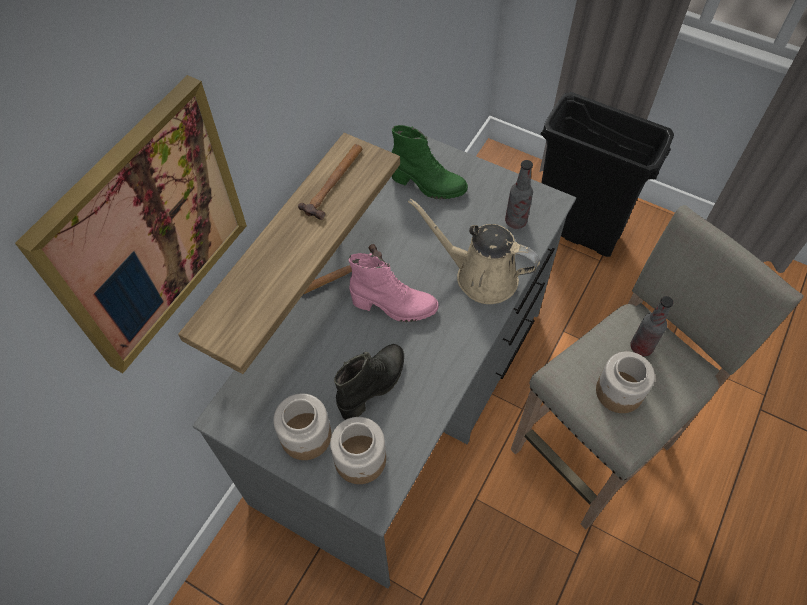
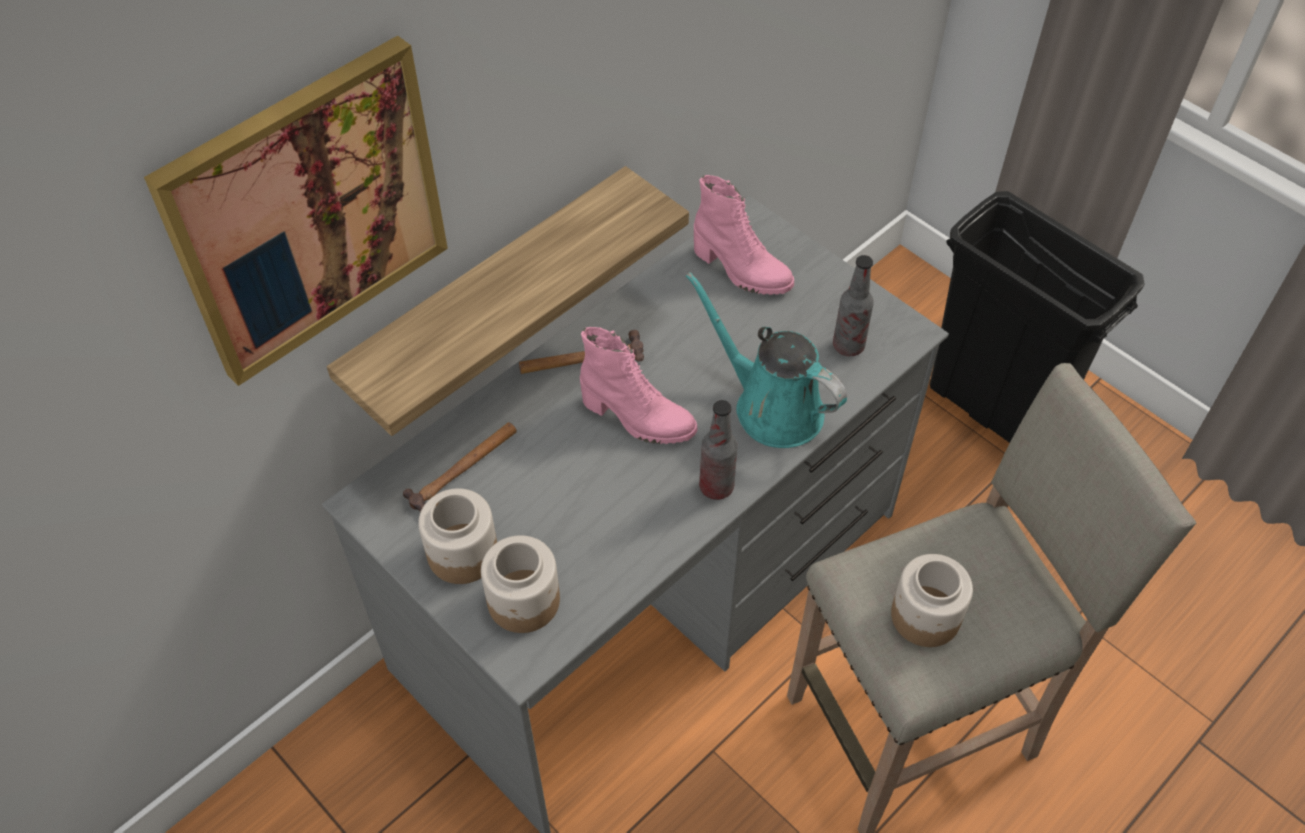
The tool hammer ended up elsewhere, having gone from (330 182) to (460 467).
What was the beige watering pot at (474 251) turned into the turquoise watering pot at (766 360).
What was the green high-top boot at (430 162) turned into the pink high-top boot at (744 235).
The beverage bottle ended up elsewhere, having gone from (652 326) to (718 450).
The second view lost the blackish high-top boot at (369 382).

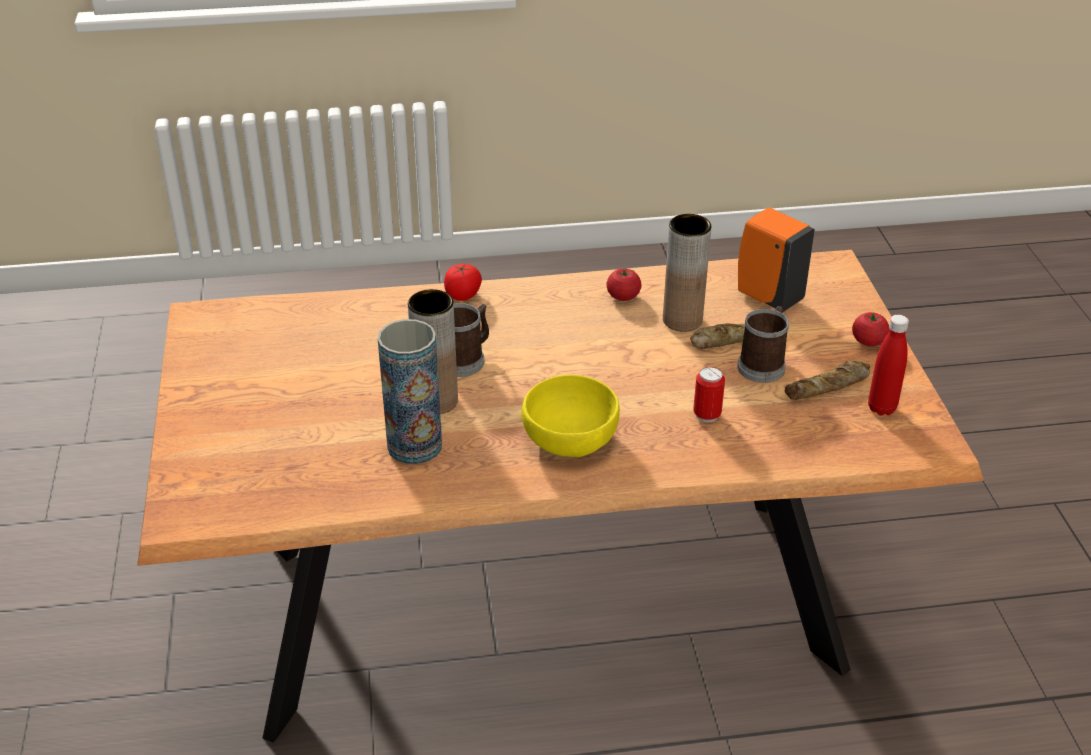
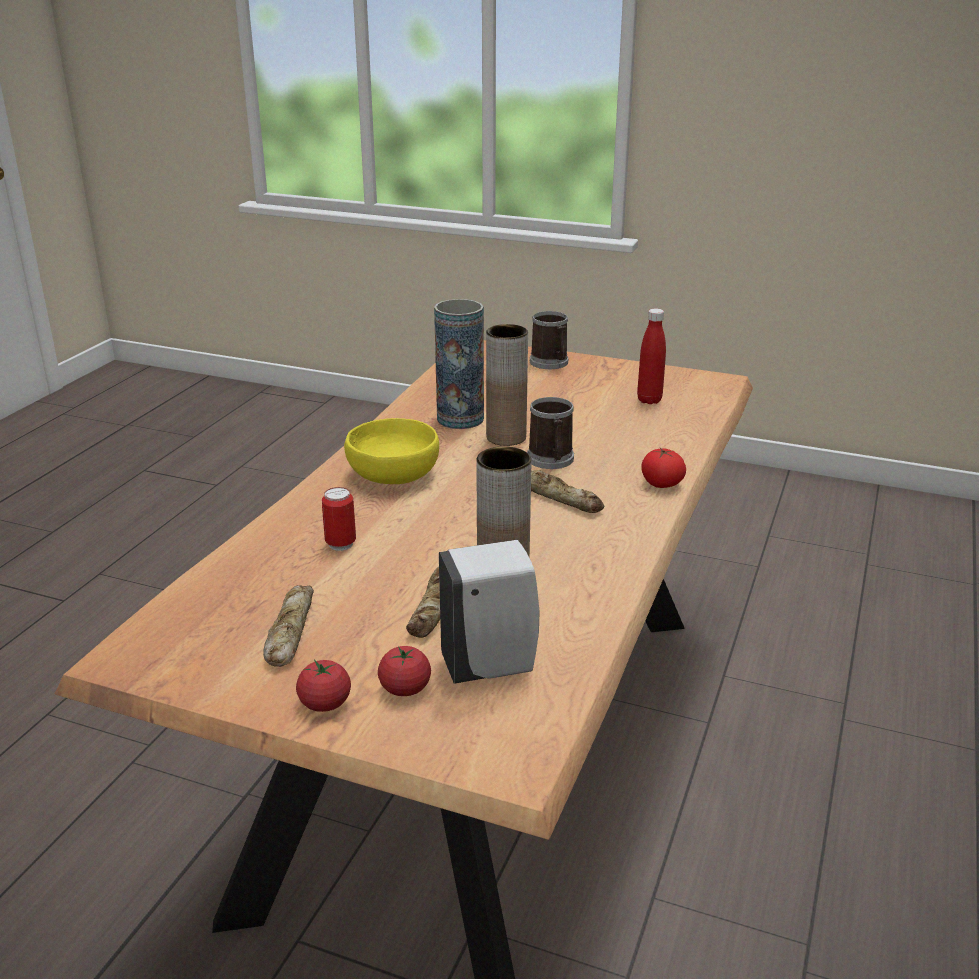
The tomato ended up elsewhere, having gone from (623 284) to (404 671).
What was the orange soap bottle at (776 260) turned into the whitish soap bottle at (489 612).
The mug ended up elsewhere, having gone from (763 344) to (549 340).
The second view gained the bread at (567 491).
The reddish beverage bottle ended up elsewhere, having gone from (888 365) to (651 356).

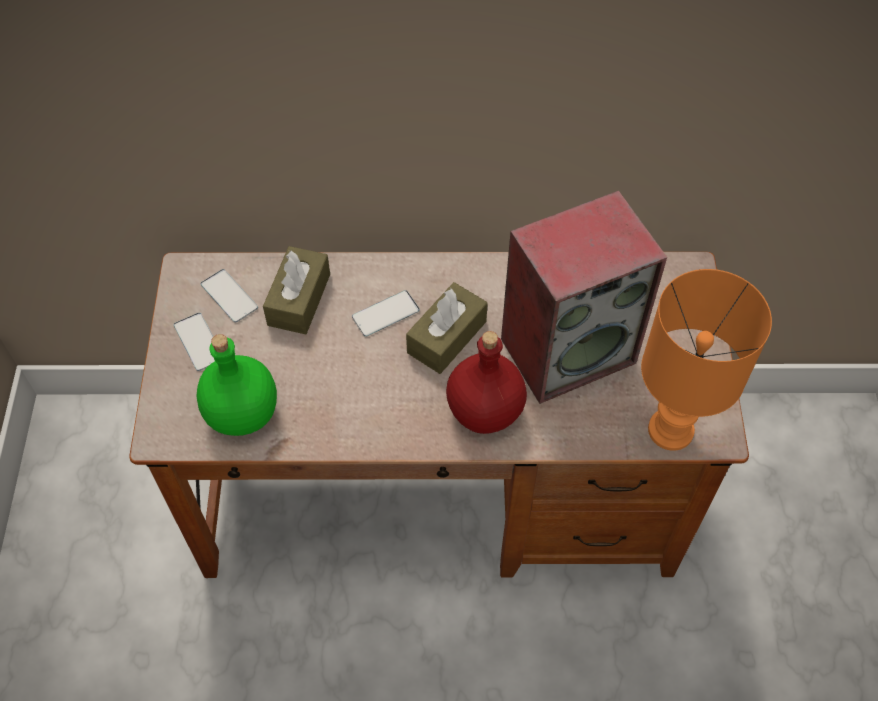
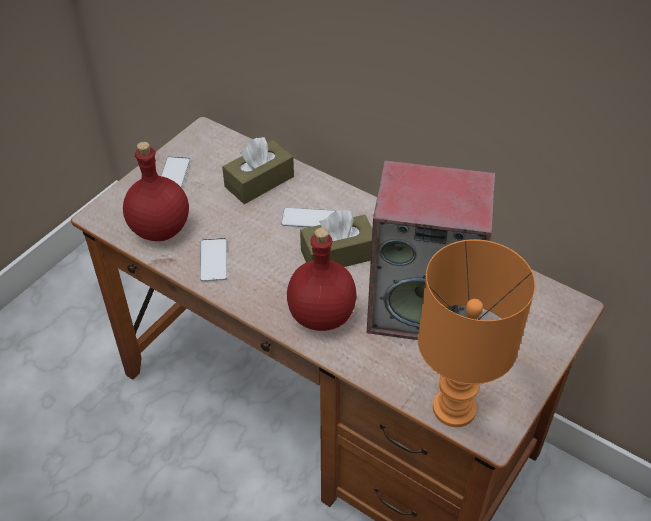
What was the green beverage bottle at (237 385) turned into the reddish beverage bottle at (156 191).
The handset ended up elsewhere, having gone from (229 296) to (213 259).

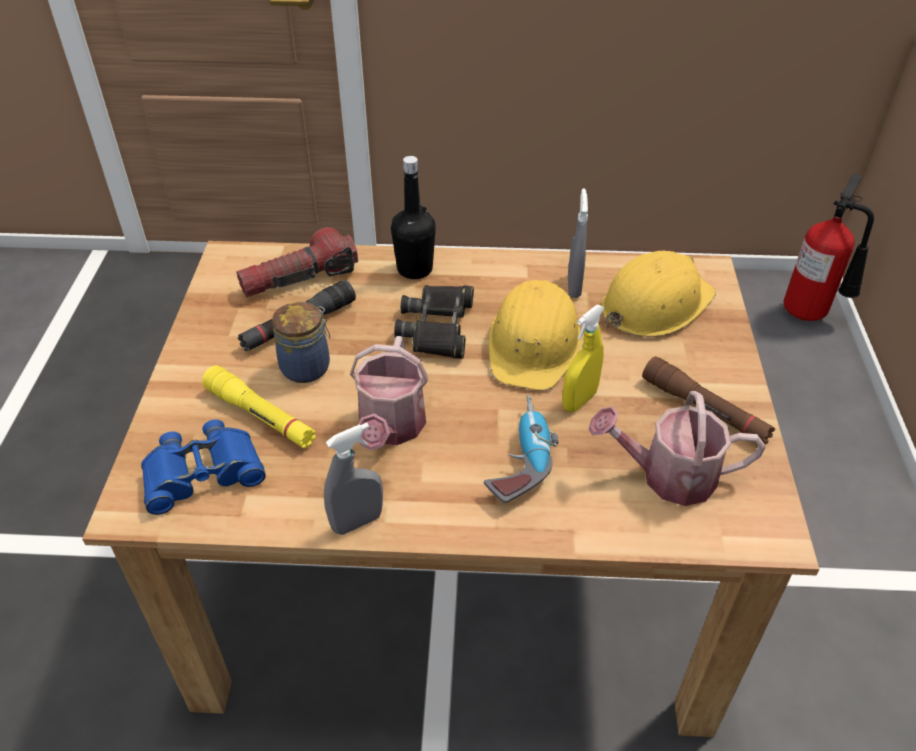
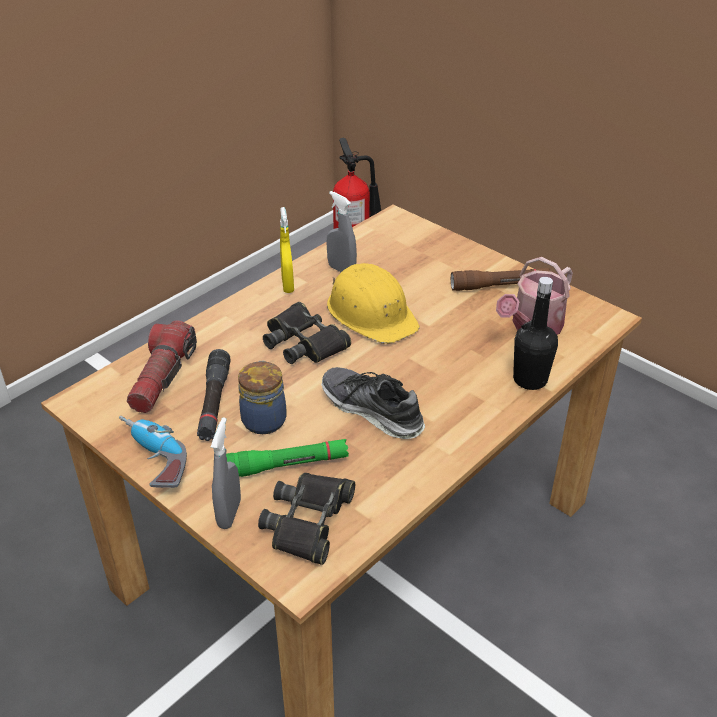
The power drill ended up elsewhere, having gone from (521 449) to (153 452).
The grey spray bottle ended up elsewhere, having gone from (353 479) to (226 473).
What was the yellow torch at (259 406) turned into the green torch at (287 458).
What was the bluish field glasses at (203 467) turned into the blackish field glasses at (306 519).
The yellow spray bottle ended up elsewhere, having gone from (583 358) to (287 250).
Where the watering pot stood at (389 393), the shoe came to stand at (373 403).
The blackish beverage bottle ended up elsewhere, having gone from (413 217) to (535 333).
The second view lost the yellow safety helmet at (658 294).

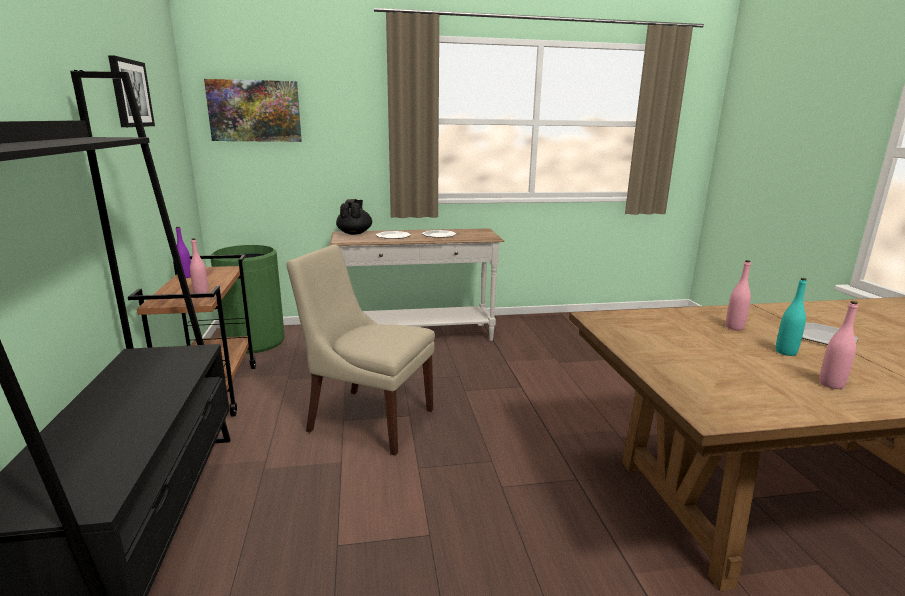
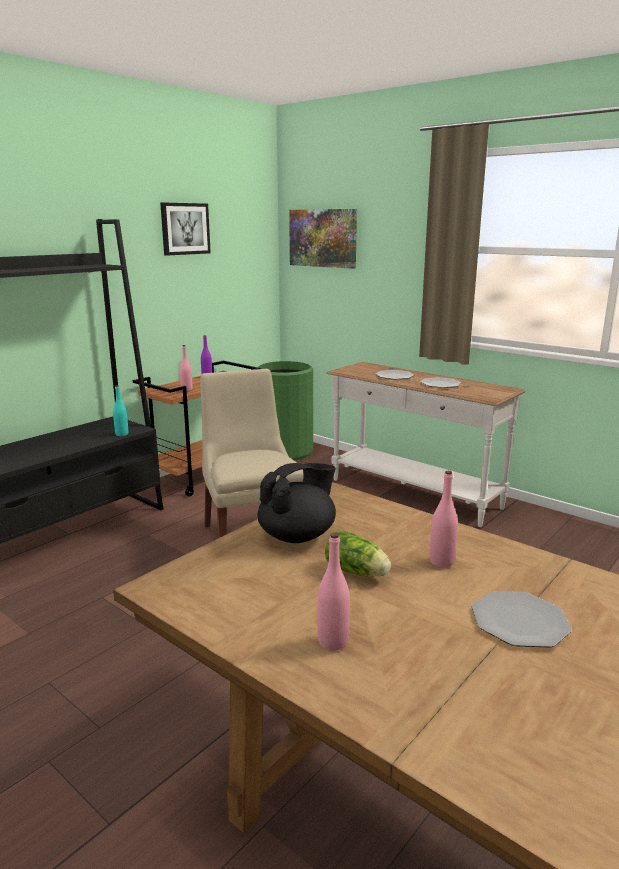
The turquoise beverage bottle ended up elsewhere, having gone from (791 317) to (120 410).
The blackish pot for tea ended up elsewhere, having gone from (354 217) to (297 503).
The second view gained the head of lettuce at (358 553).

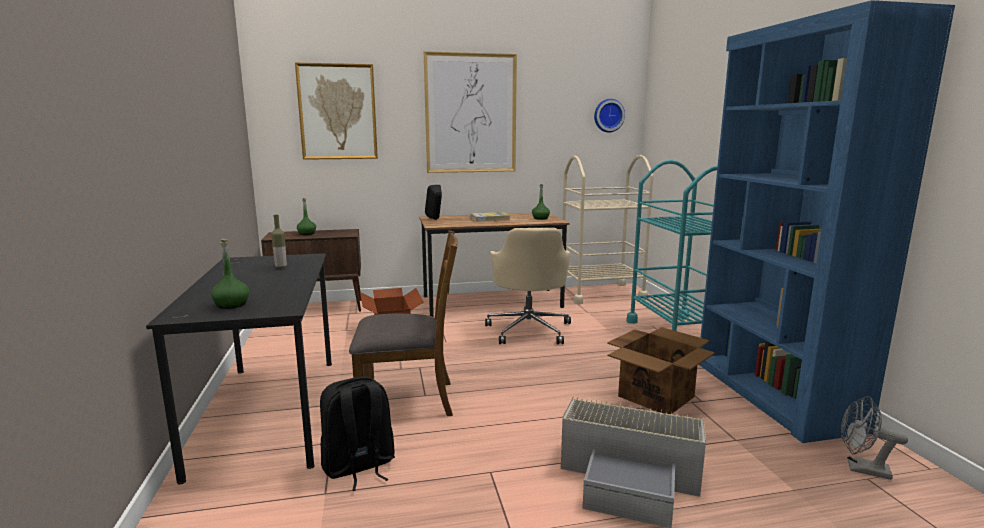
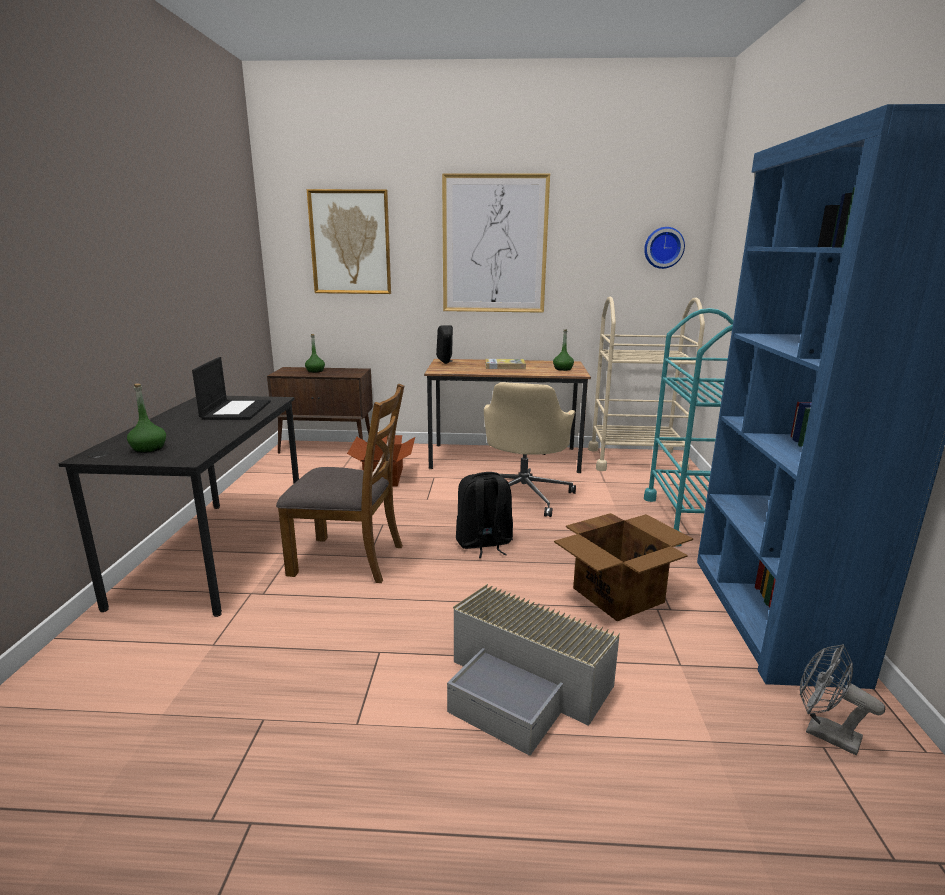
Where the beverage bottle stood at (279 241), the laptop came to stand at (231 388).
The blackish knapsack ended up elsewhere, having gone from (357 433) to (484 515).

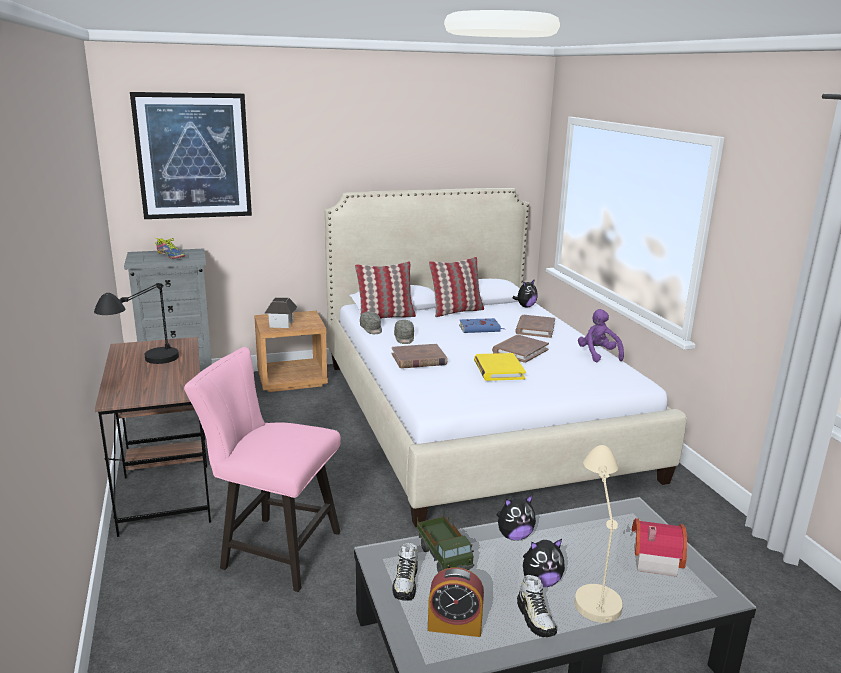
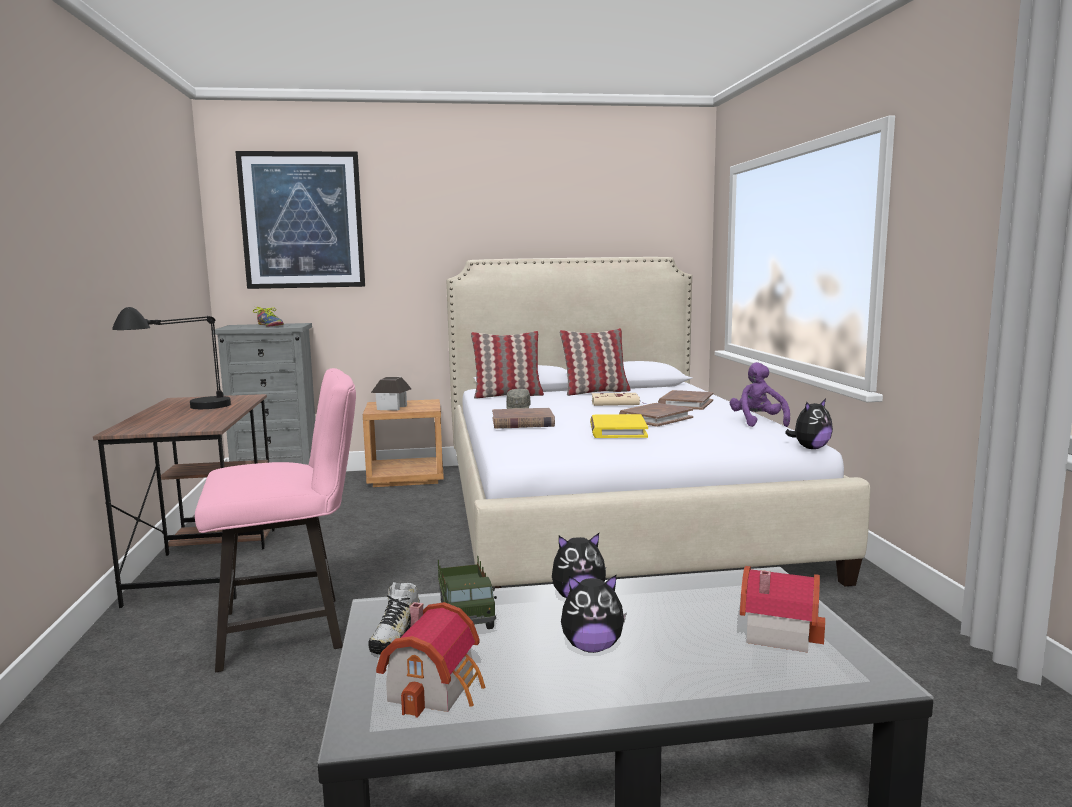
The pink plain chair at (262 469) ended up facing another way, 135 degrees clockwise from before.
Where the alarm clock stood at (456 602), the toy house came to stand at (430 660).
What was the bluish volume at (481 325) turned into the beige volume at (619 399).
The plush toy ended up elsewhere, having gone from (525 293) to (809 424).
The second view lost the grey cap at (371 323).
The second view lost the shoe at (537 606).
The second view lost the beige table lamp at (599 534).

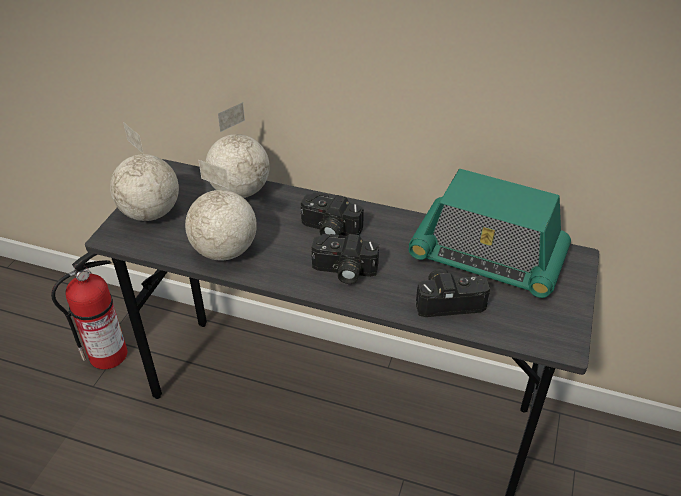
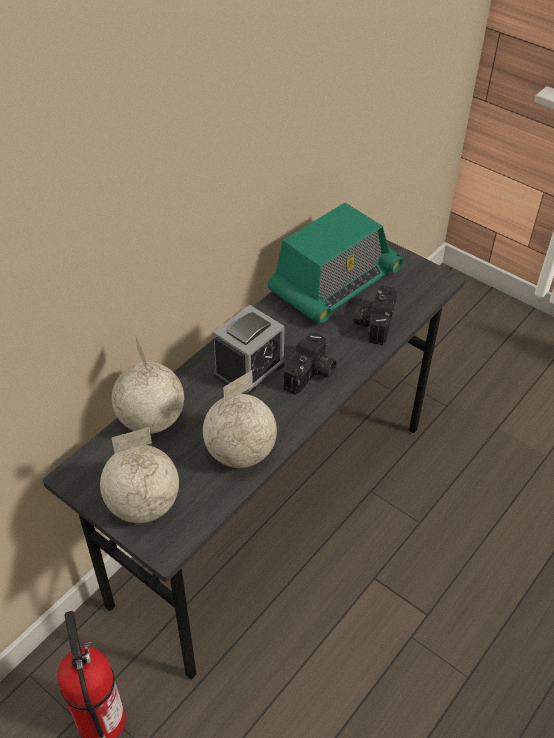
Where the photo camera stood at (332 215), the alarm clock came to stand at (249 350).

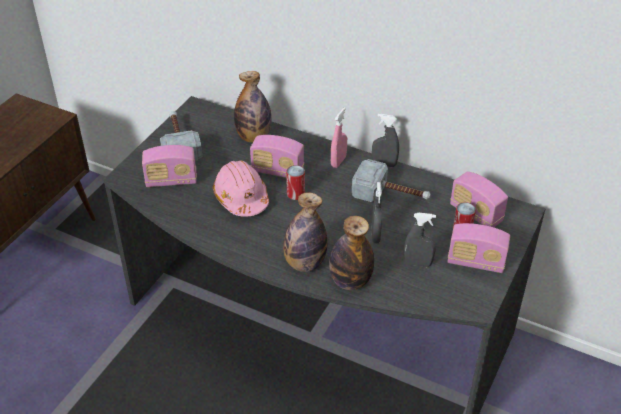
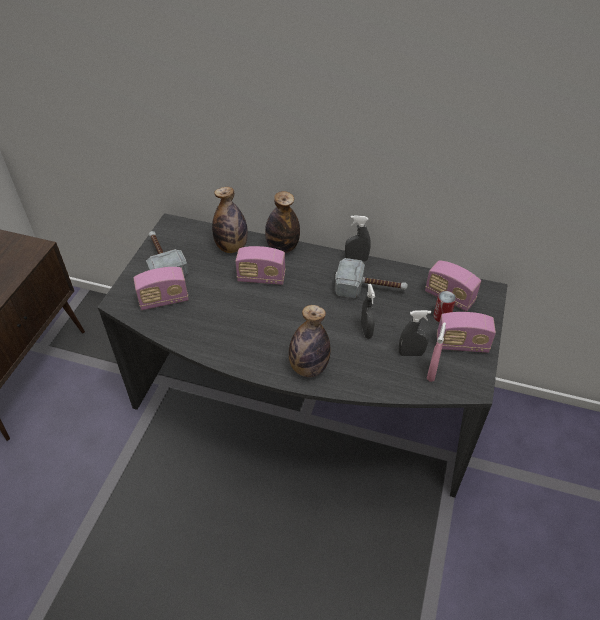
The beverage bottle ended up elsewhere, having gone from (351 253) to (282 222).
The pink spray bottle ended up elsewhere, having gone from (339 137) to (436 352).
The second view lost the pink safety helmet at (241 188).
The second view lost the can at (295 182).

